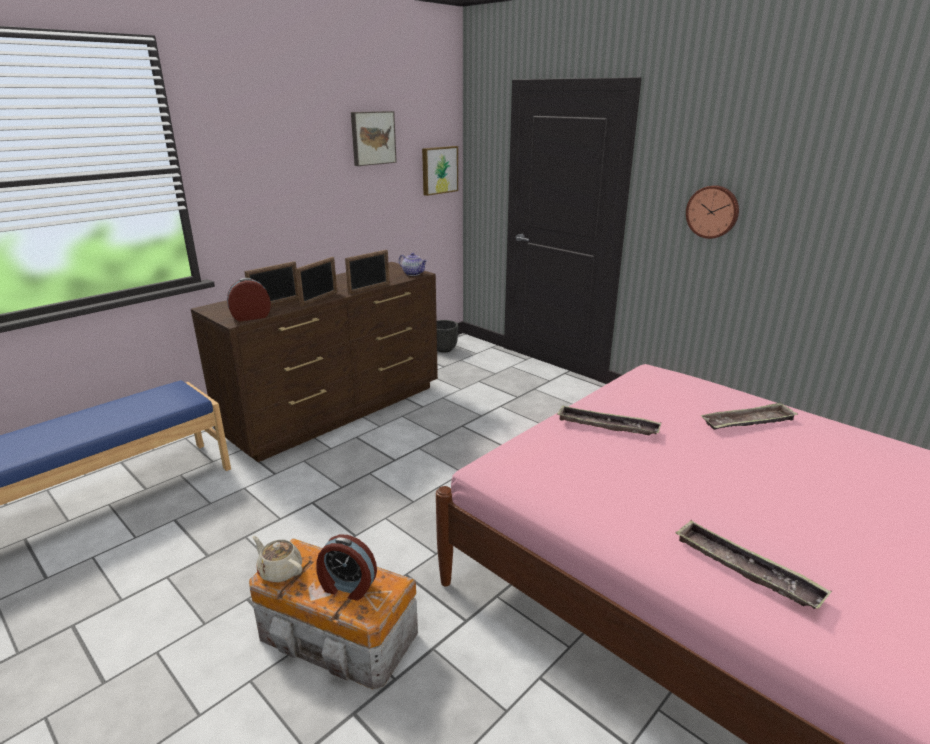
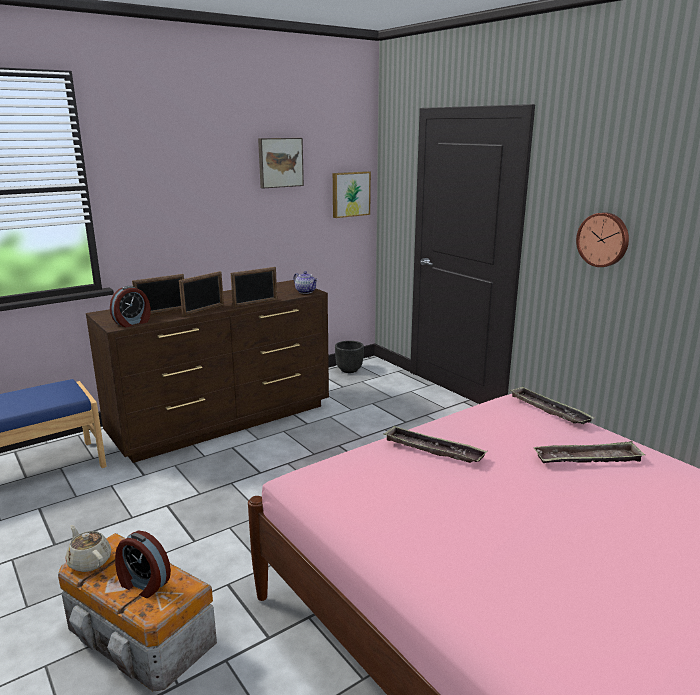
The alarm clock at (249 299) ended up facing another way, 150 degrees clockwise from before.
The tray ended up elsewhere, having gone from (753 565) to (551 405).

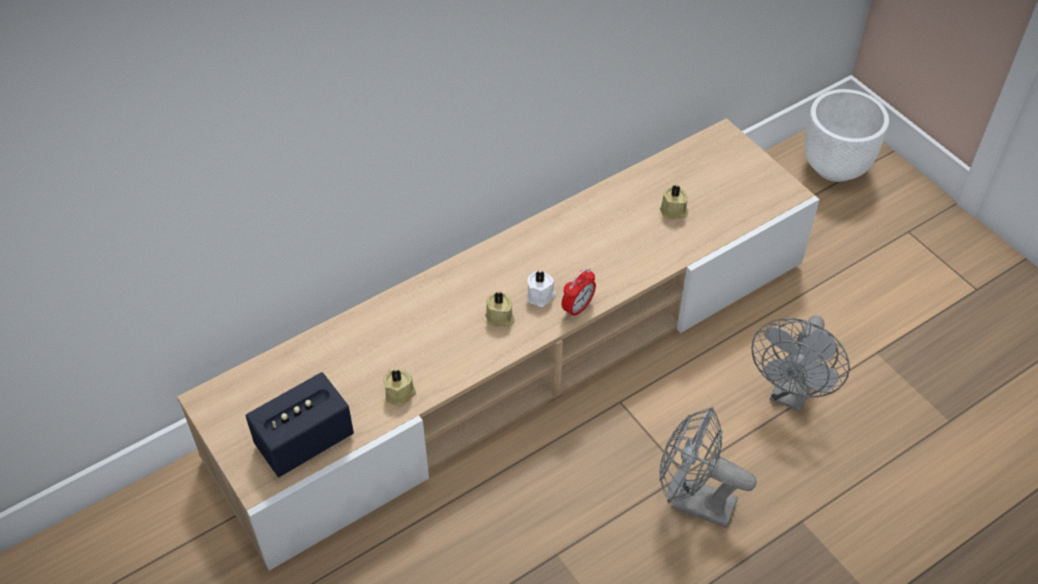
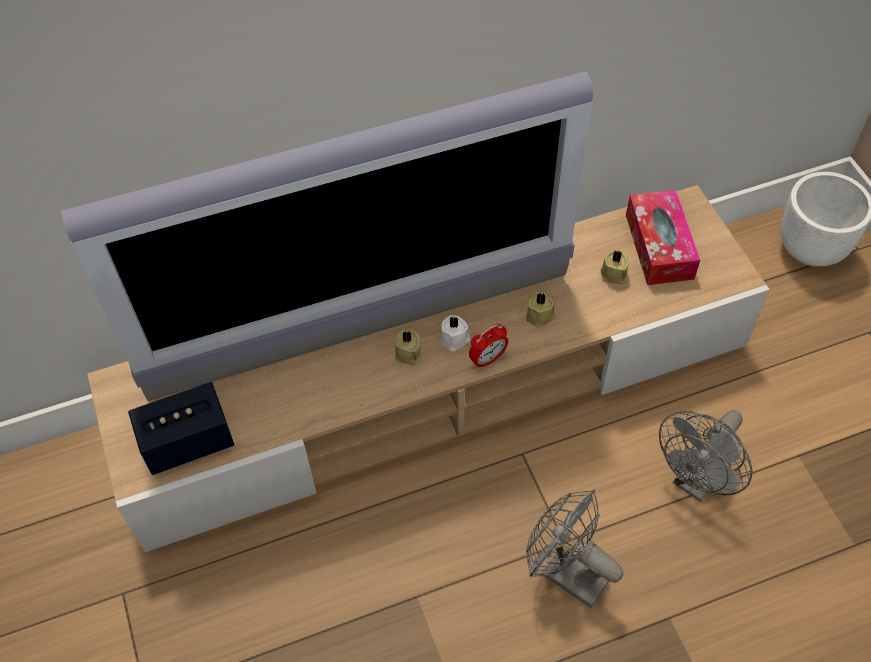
The second view gained the TV set at (327 236).
The beige wax candle ended up elsewhere, having gone from (400 388) to (540 310).
The second view gained the tissue holder at (663 237).

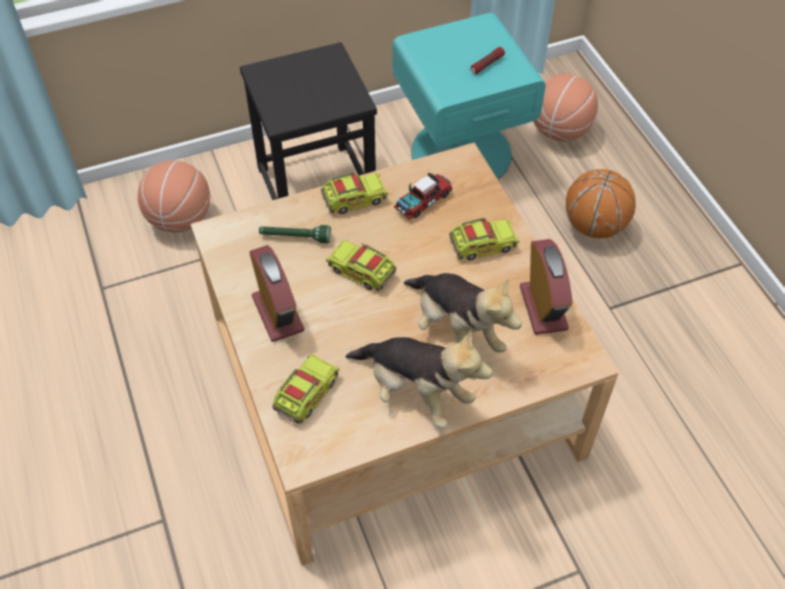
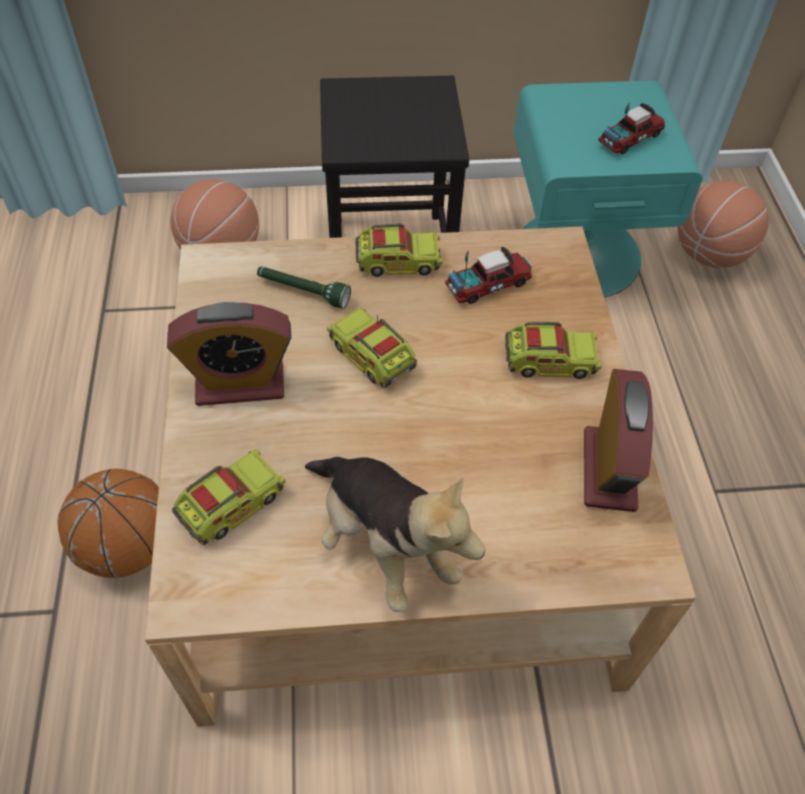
The basketball ball ended up elsewhere, having gone from (601 203) to (108 523).
The alarm clock at (276 293) ended up facing another way, 90 degrees clockwise from before.
Where the torch stood at (487 60), the toy lorry came to stand at (631 128).
The second view lost the plush toy at (463 313).

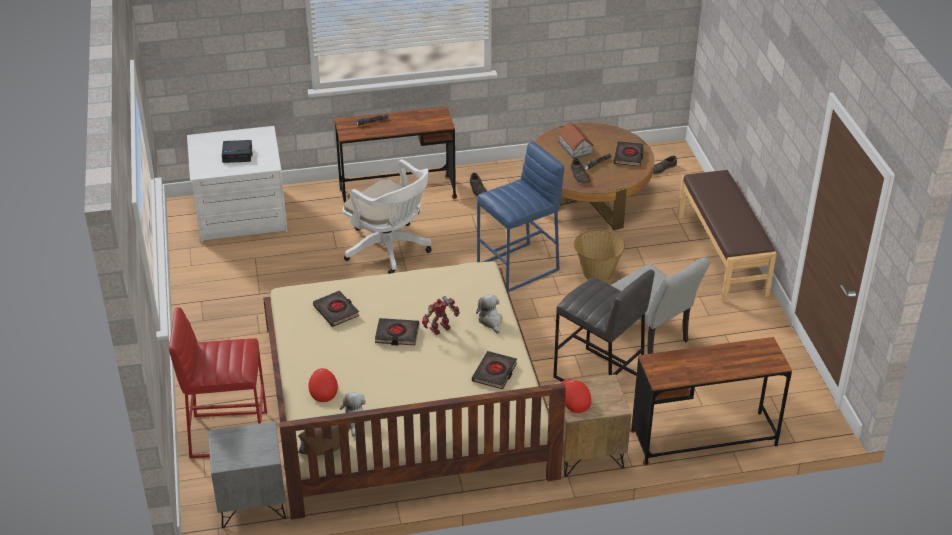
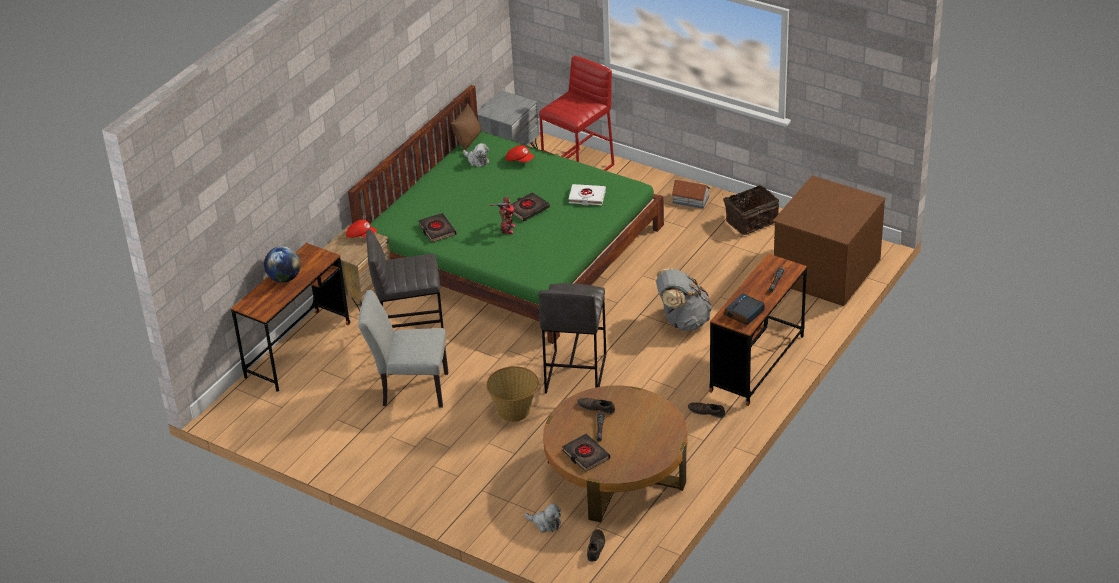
The second view gained the globe at (282 264).
What was the beige bedroom bed at (414 390) turned into the green bedroom bed at (506 214).
The plush toy ended up elsewhere, having gone from (489 314) to (543 518).
What was the bluish sitting stool at (520 216) turned into the grey sitting stool at (572 338).
What was the blackish volume at (336 309) turned into the whitish volume at (587 194).
Where the whitish computer chair stood at (386 216), the grey knapsack came to stand at (684 299).
The toy house ended up elsewhere, having gone from (576 140) to (691 194).
The second view gained the household basket at (750 210).
The alarm clock ended up elsewhere, having gone from (237 151) to (744 309).
What was the whitish drawer chest at (237 184) turned into the brown drawer chest at (829 240).
The second view lost the brown long seat at (727 236).

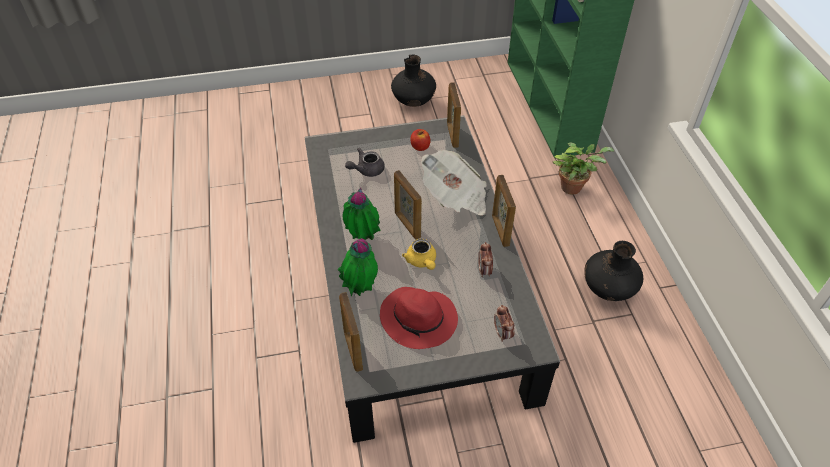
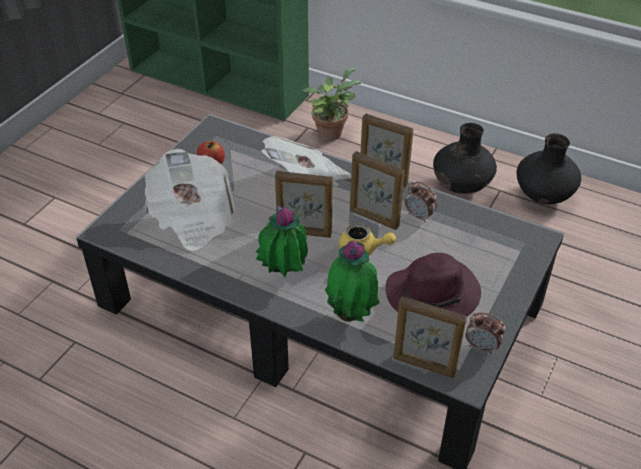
Where the grey pot for tea stood at (365 162), the printed paper came to stand at (190 200).
The standing frame ended up elsewhere, having gone from (454 115) to (377 190).
What was the reddish wearable hat at (419 318) turned into the purple wearable hat at (433 284).
The alarm clock ended up elsewhere, having gone from (504 323) to (485 333).
The blackish decorative vase ended up elsewhere, having gone from (413 81) to (548 168).

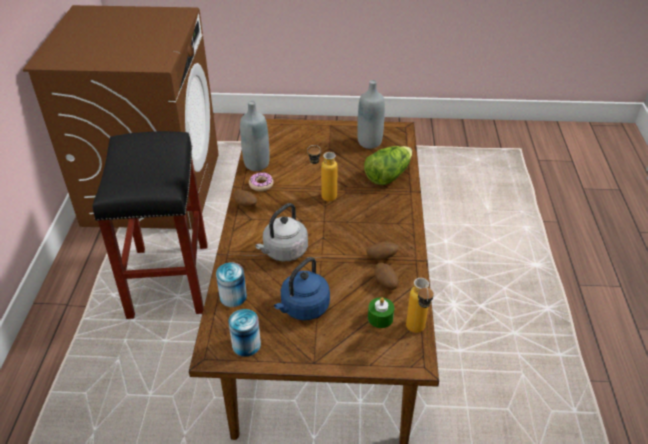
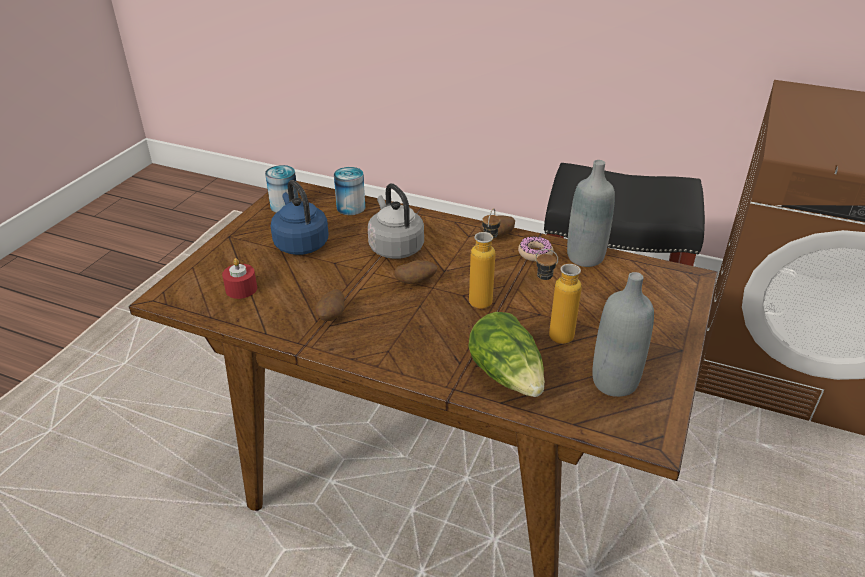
What was the green wax candle at (381 312) turned into the reddish wax candle at (239 278).
The potato ended up elsewhere, having gone from (386 276) to (415 272).
The beverage bottle ended up elsewhere, having gone from (420 305) to (558 296).

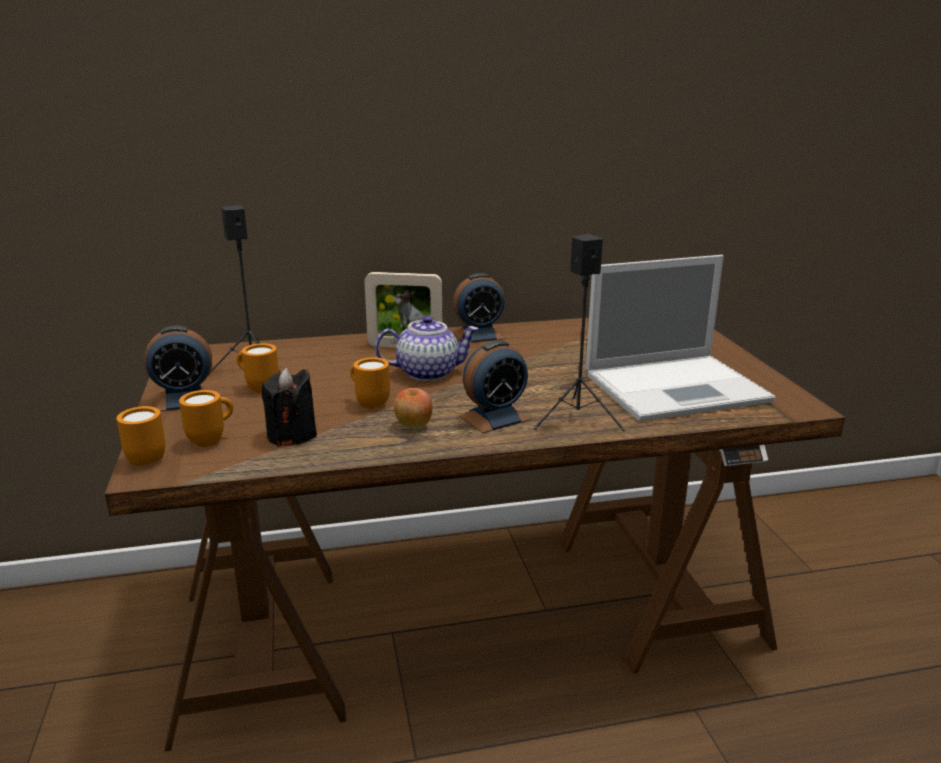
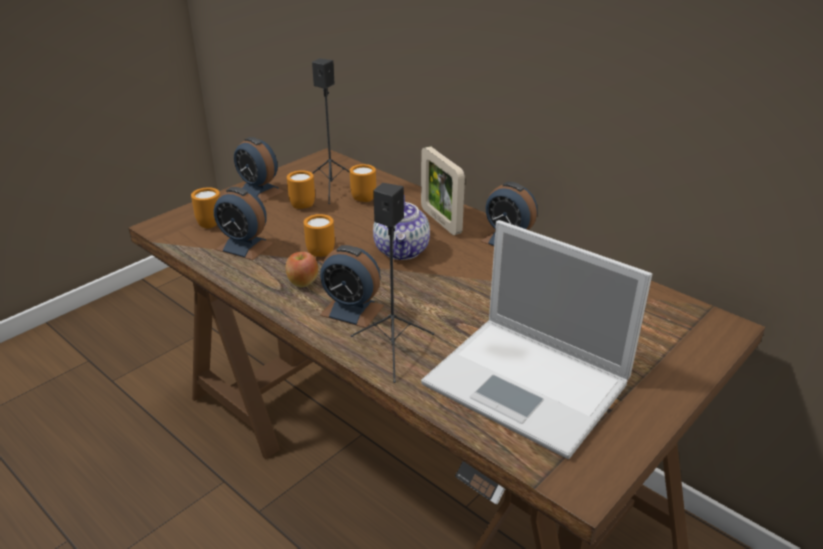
Where the blackish wax candle stood at (289 407), the alarm clock came to stand at (244 223).
The orange mug ended up elsewhere, having gone from (140 436) to (363 183).
The pot for tea at (427 348) ended up facing another way, 45 degrees clockwise from before.

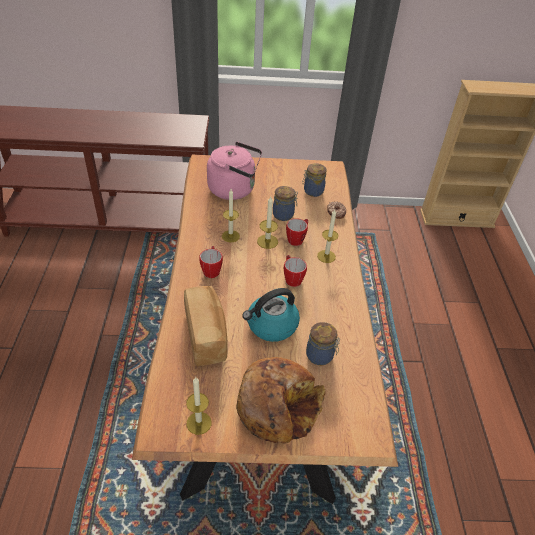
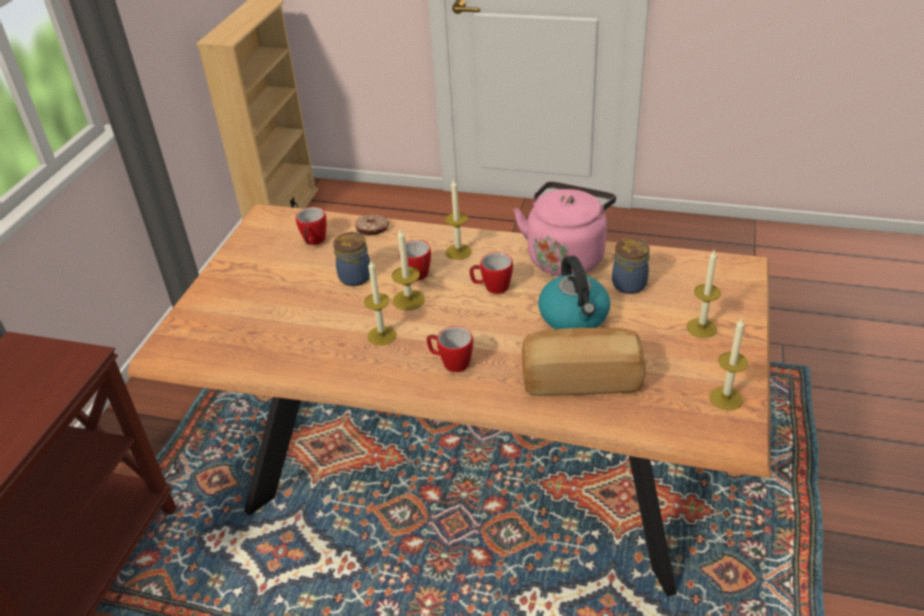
Where the storage jar stood at (314 180), the mug came to stand at (311 226).
The pink kettle ended up elsewhere, having gone from (234 171) to (565 228).
Where the bread stood at (281 400), the wax candle came to stand at (704 293).

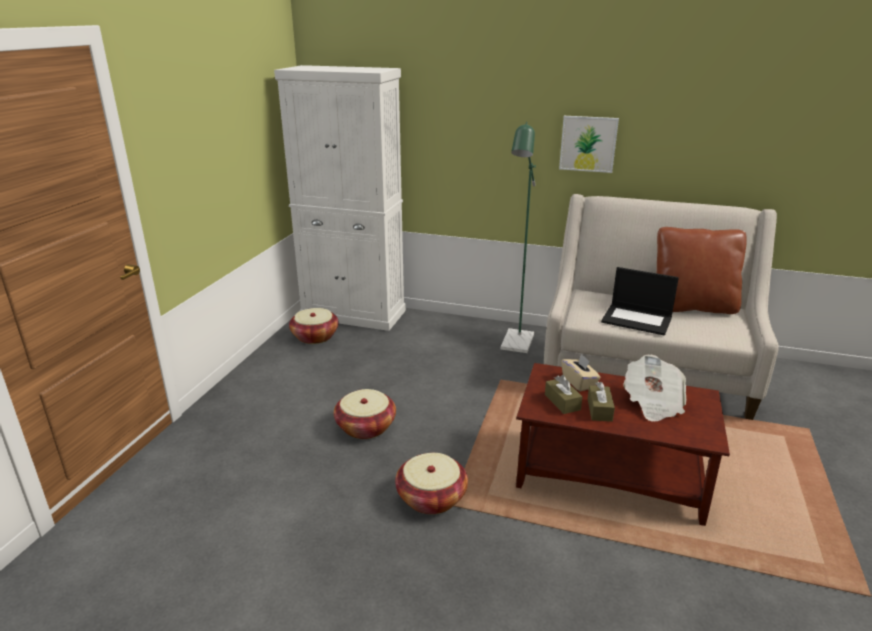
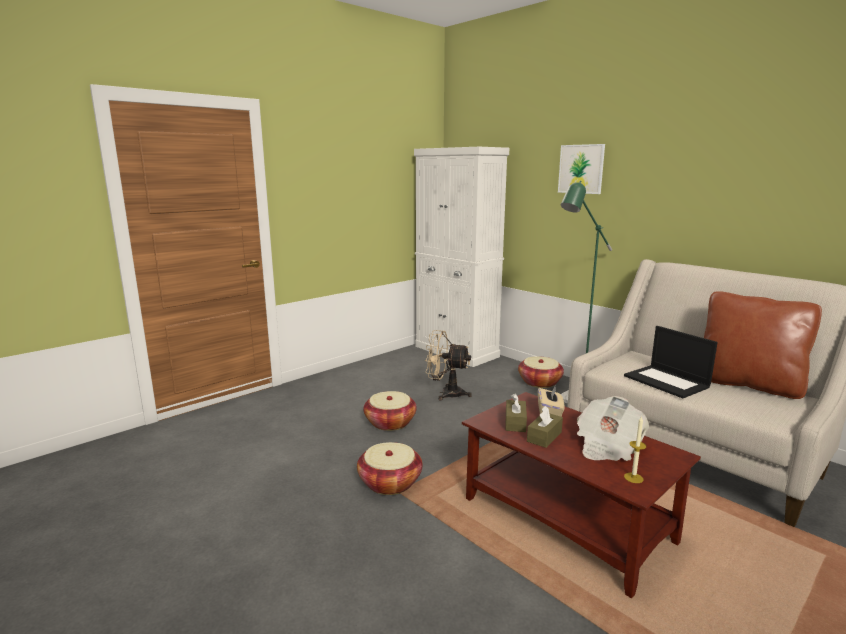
The second view gained the beige fan at (448 365).
The household basket ended up elsewhere, having gone from (314 326) to (541 372).
The wall picture ended up elsewhere, having gone from (589 144) to (581 169).
The second view gained the wax candle at (635 449).

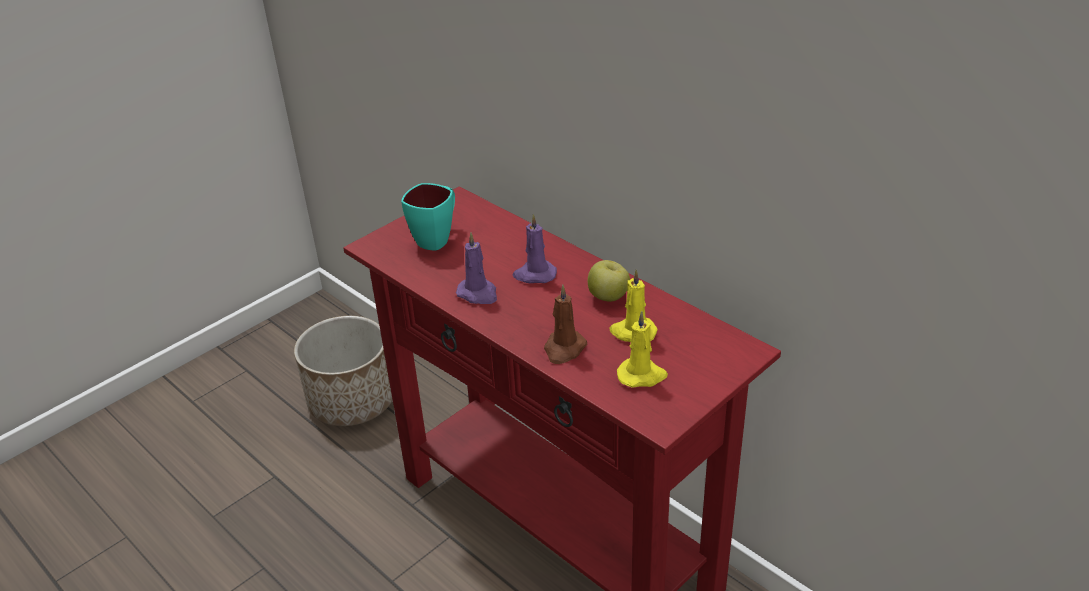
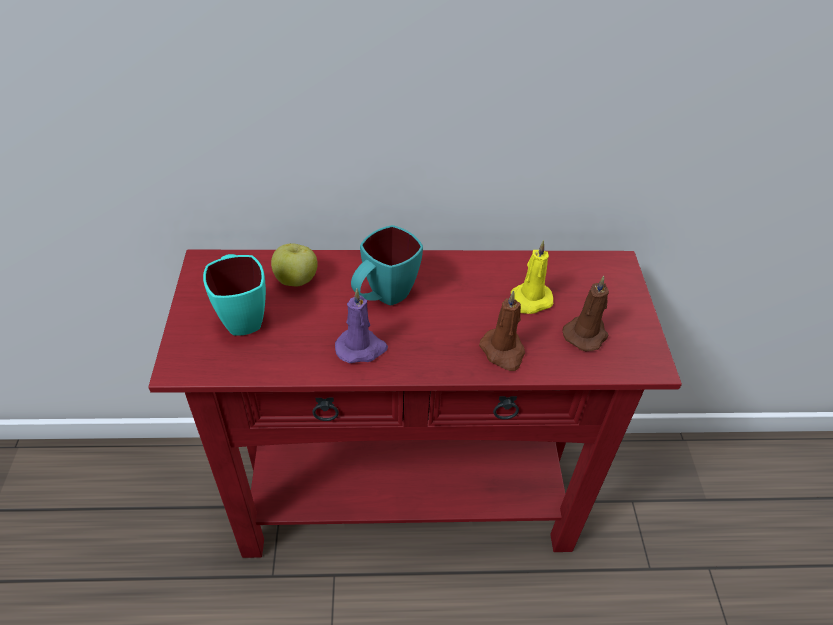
The apple fruit ended up elsewhere, having gone from (609 281) to (294 264).
Where the purple wax candle stood at (535 248), the turquoise mug came to stand at (387 265).
What was the yellow wax candle at (642 349) turned into the brown wax candle at (585 313).
The second view lost the plant pot at (343 371).

